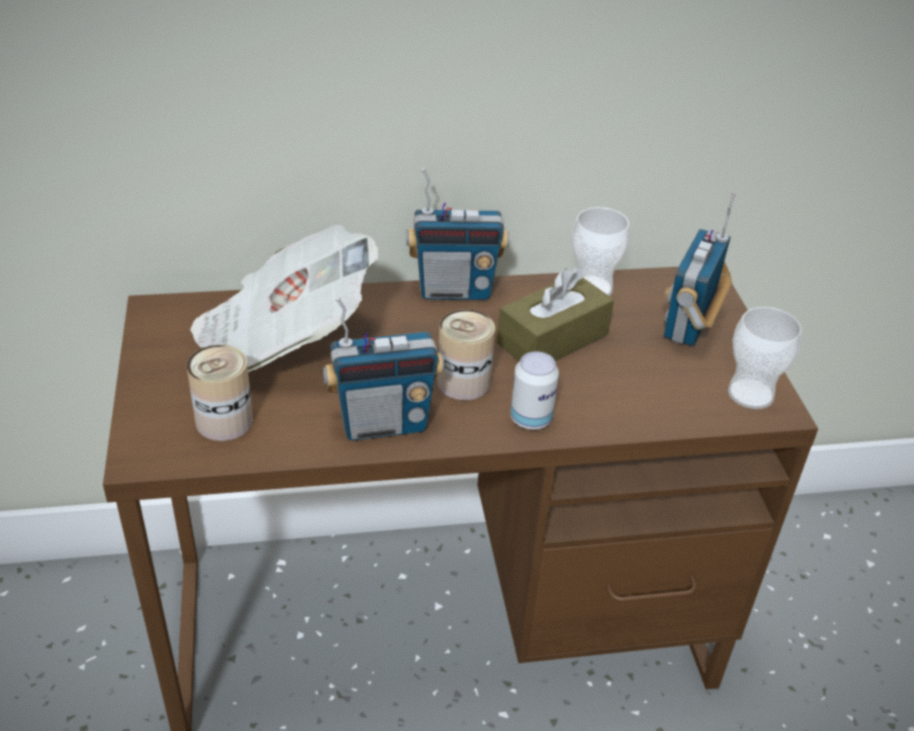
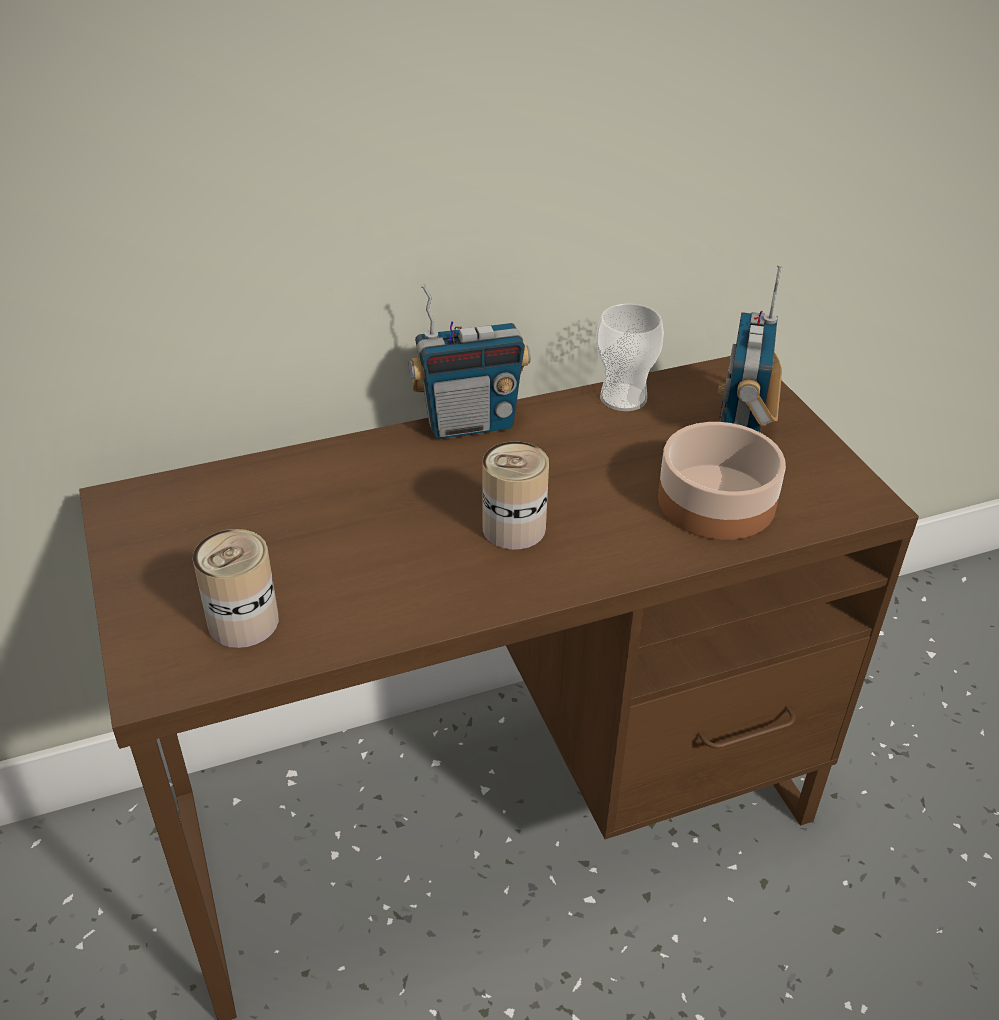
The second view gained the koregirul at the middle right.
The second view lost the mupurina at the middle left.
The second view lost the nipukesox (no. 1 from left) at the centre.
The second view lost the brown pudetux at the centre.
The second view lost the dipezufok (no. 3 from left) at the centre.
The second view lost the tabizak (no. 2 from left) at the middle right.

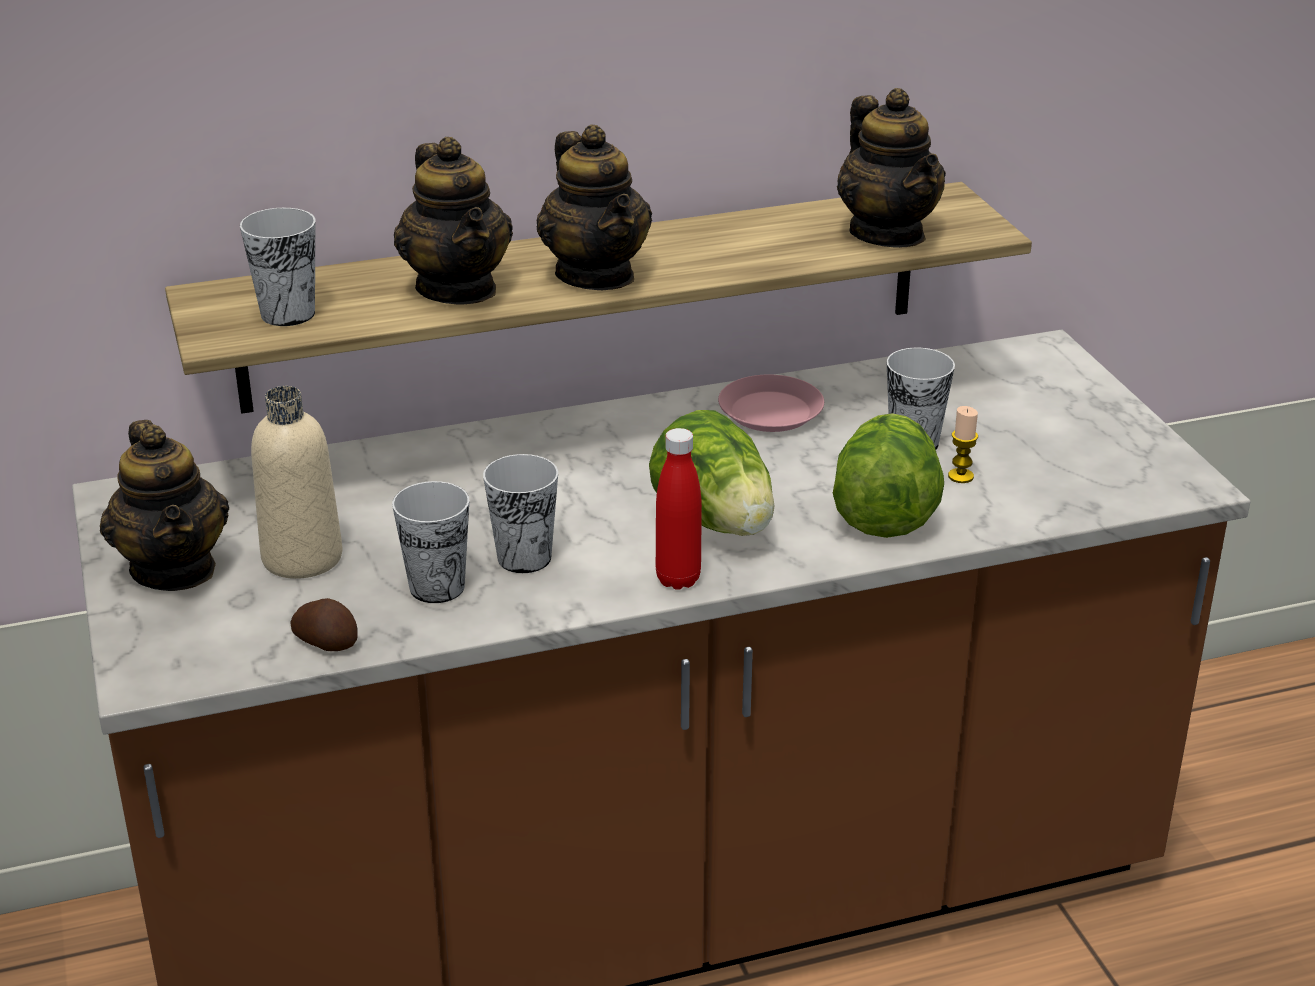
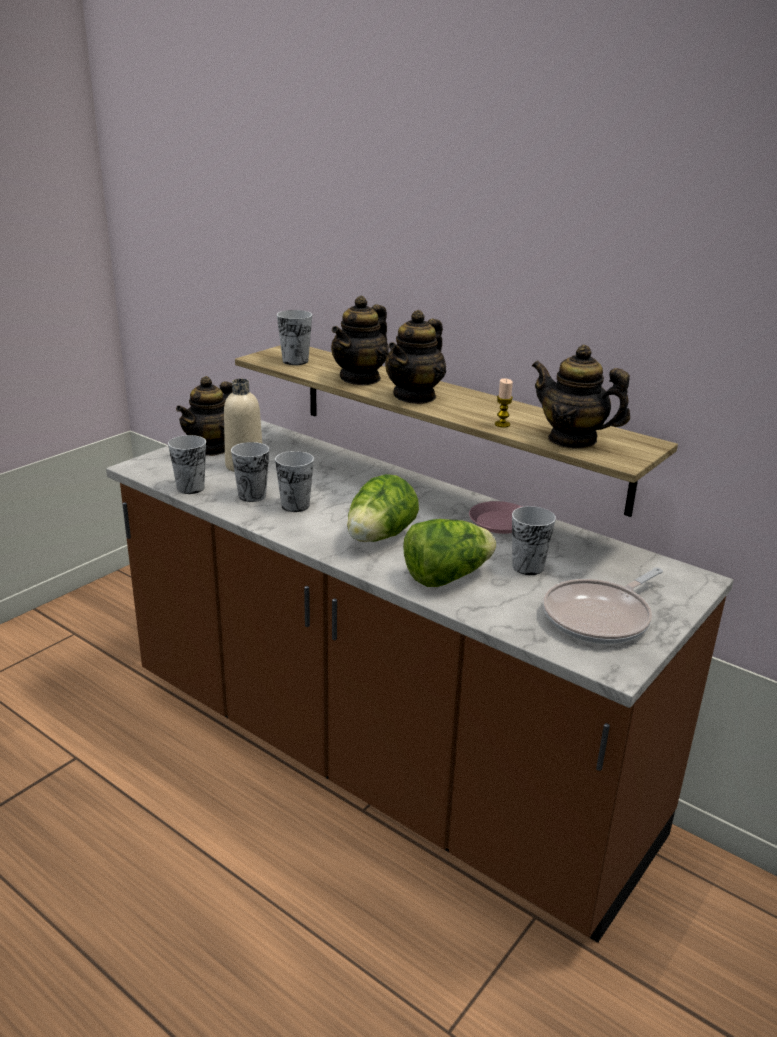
Where the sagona stood at the middle left, the tabizak (no. 1 from left) came to stand at the middle left.
The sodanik ended up elsewhere, having gone from the middle right to the centre.
The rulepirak (no. 4 from left) at the top right ended up facing another way, 90 degrees clockwise from before.
The second view gained the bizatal at the middle right.
The second view lost the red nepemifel at the centre.

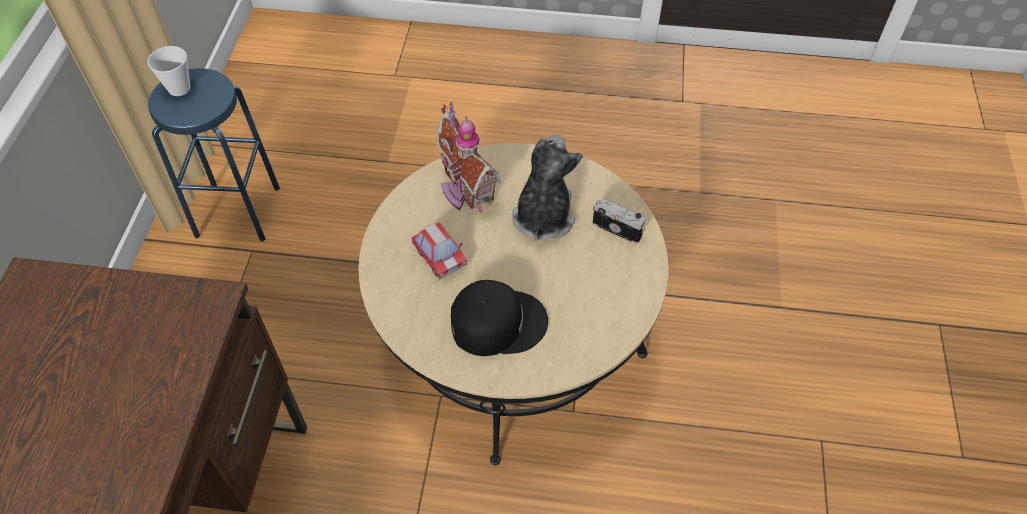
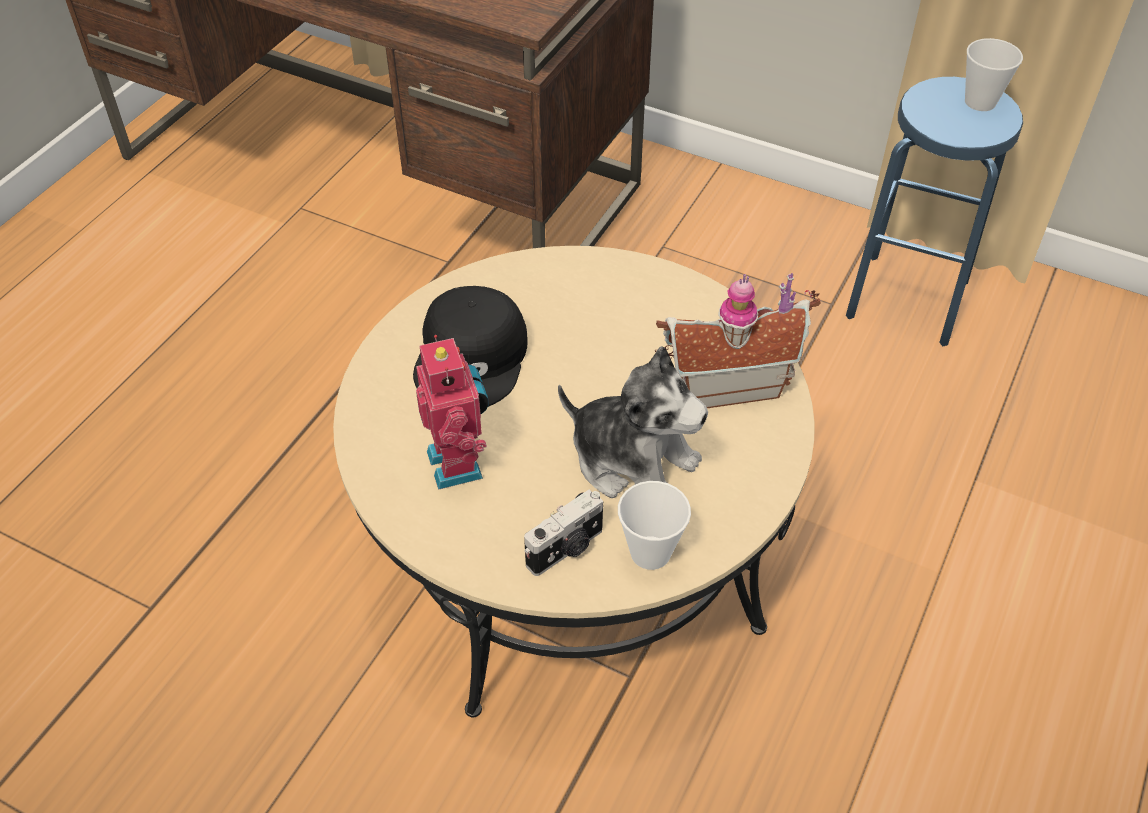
The second view gained the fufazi at the centre.
The second view gained the tabizak (no. 1 from left) at the centre.
The second view lost the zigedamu at the centre.

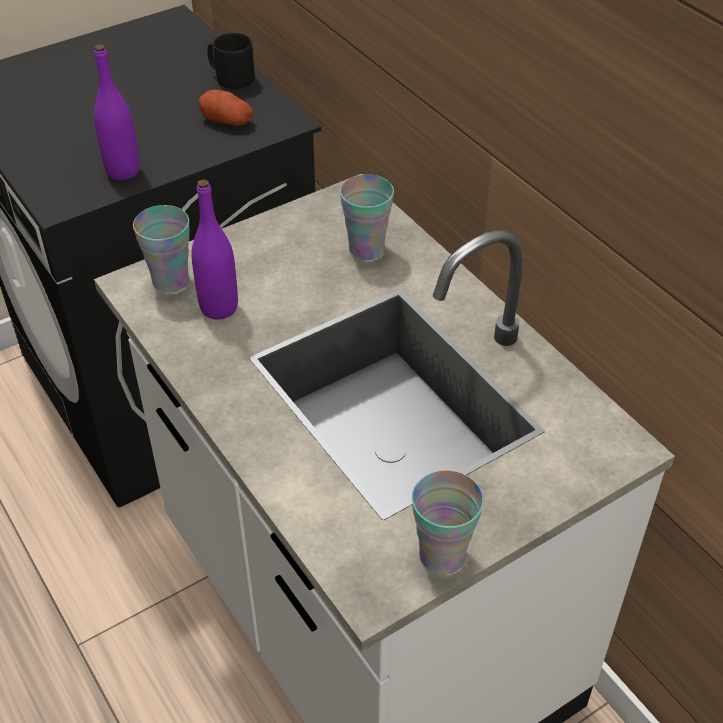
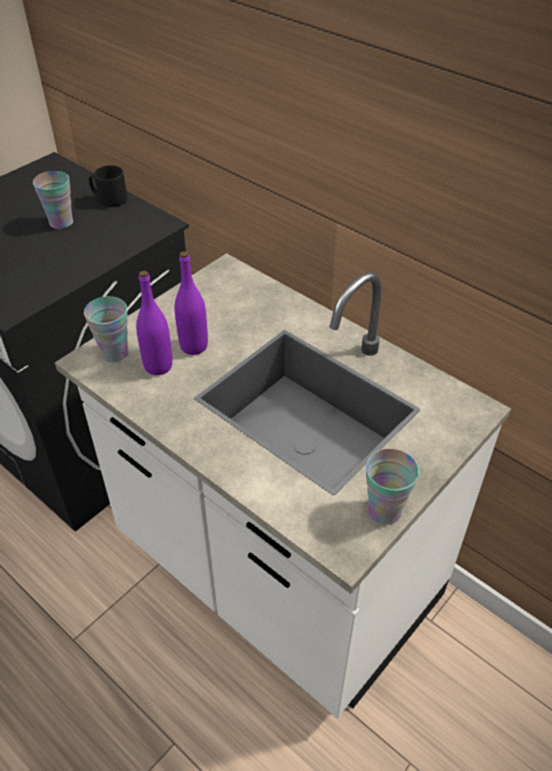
The tabizak (no. 2 from left in the first image) ended up elsewhere, having gone from the top centre to the top left.
The purple nepemifel (no. 1 from left in the first image) ended up elsewhere, having gone from the top left to the centre.
The second view lost the sagona at the top left.

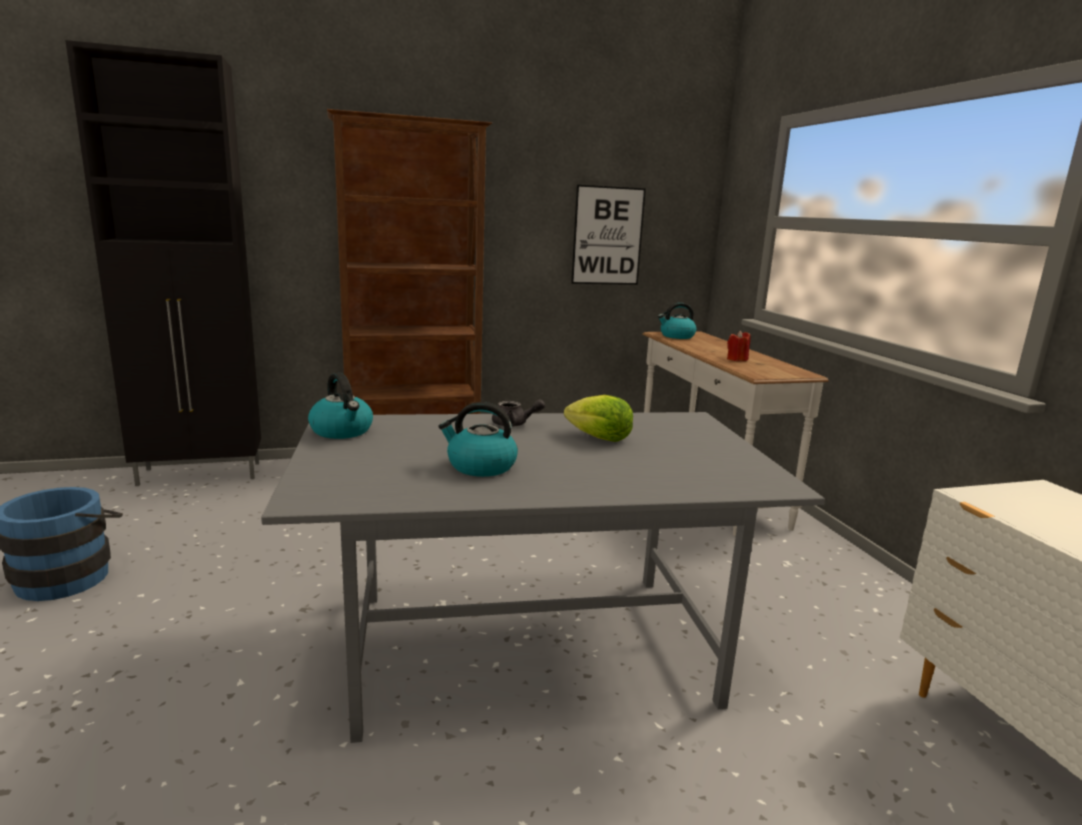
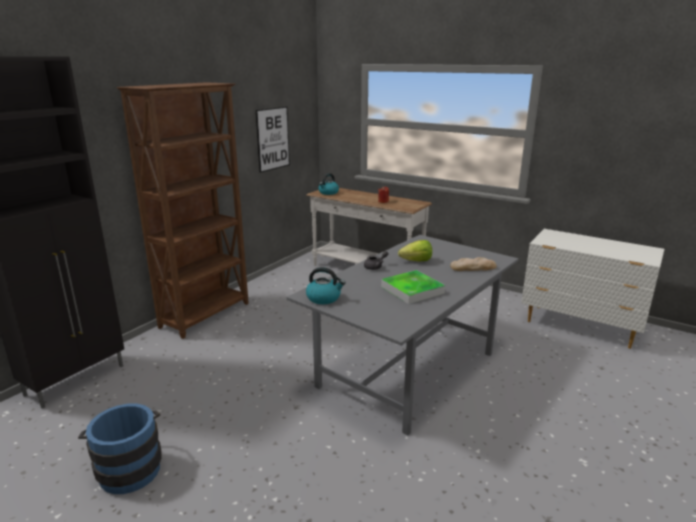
Where the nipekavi (no. 2 from left) stood at the centre, the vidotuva came to stand at the centre.
The second view gained the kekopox at the middle right.

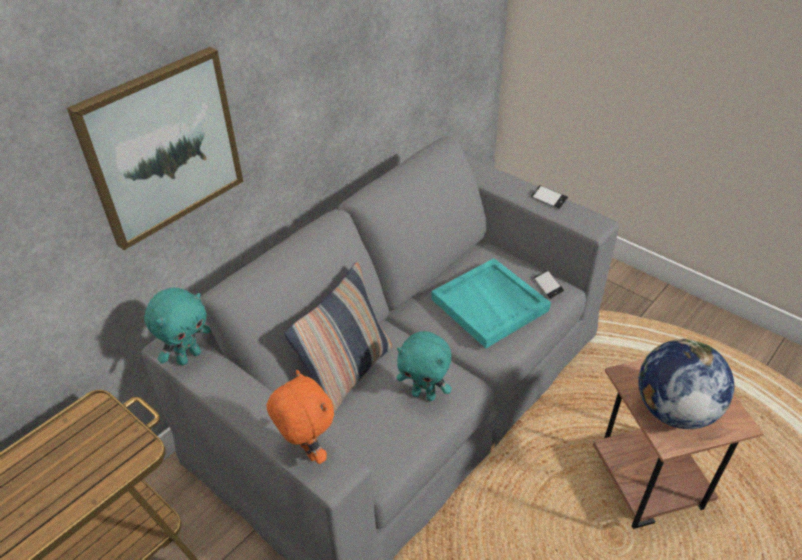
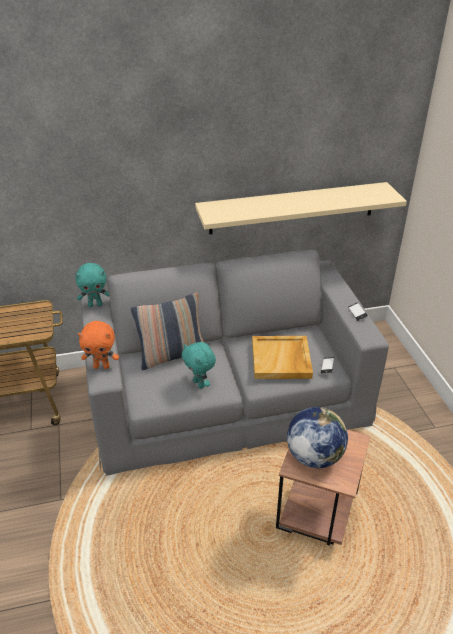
The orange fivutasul at the bottom centre ended up facing another way, 90 degrees clockwise from before.
The second view gained the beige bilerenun at the top centre.
What was the turquoise vidotuva at the centre turned into the beige vidotuva at the centre.
The second view lost the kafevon at the top left.

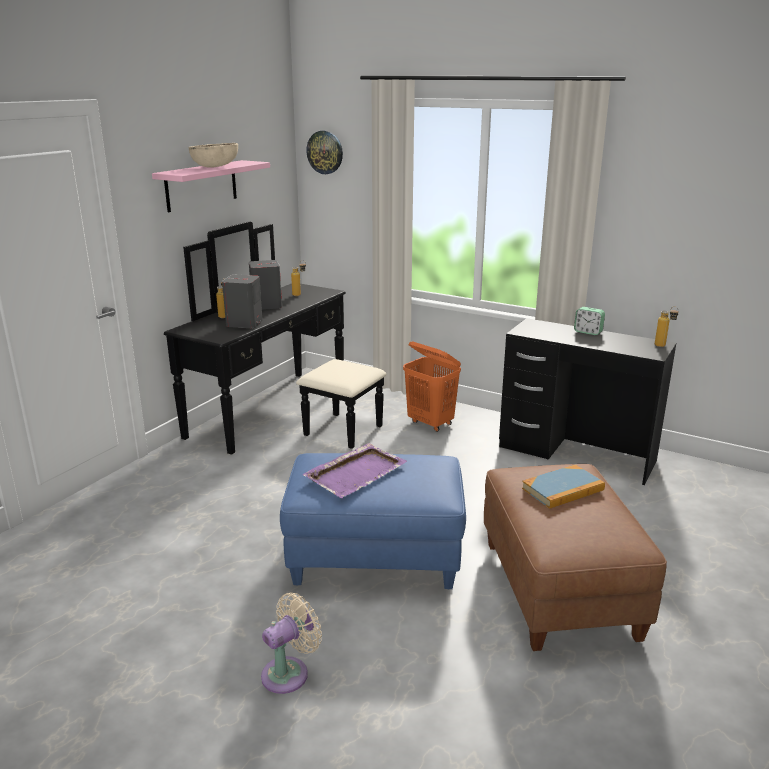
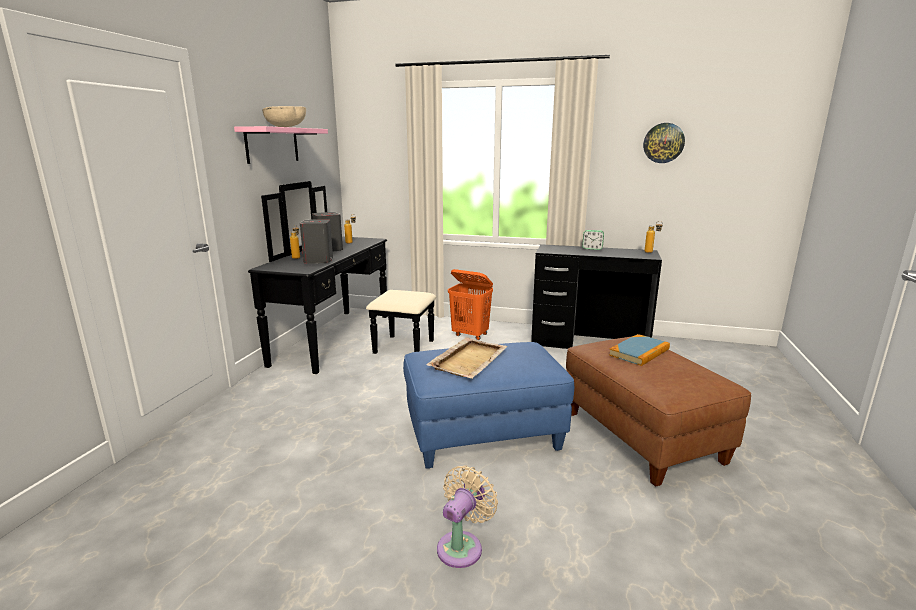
What was the purple vidotuva at the centre turned into the beige vidotuva at the centre.
The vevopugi ended up elsewhere, having gone from the top centre to the top right.

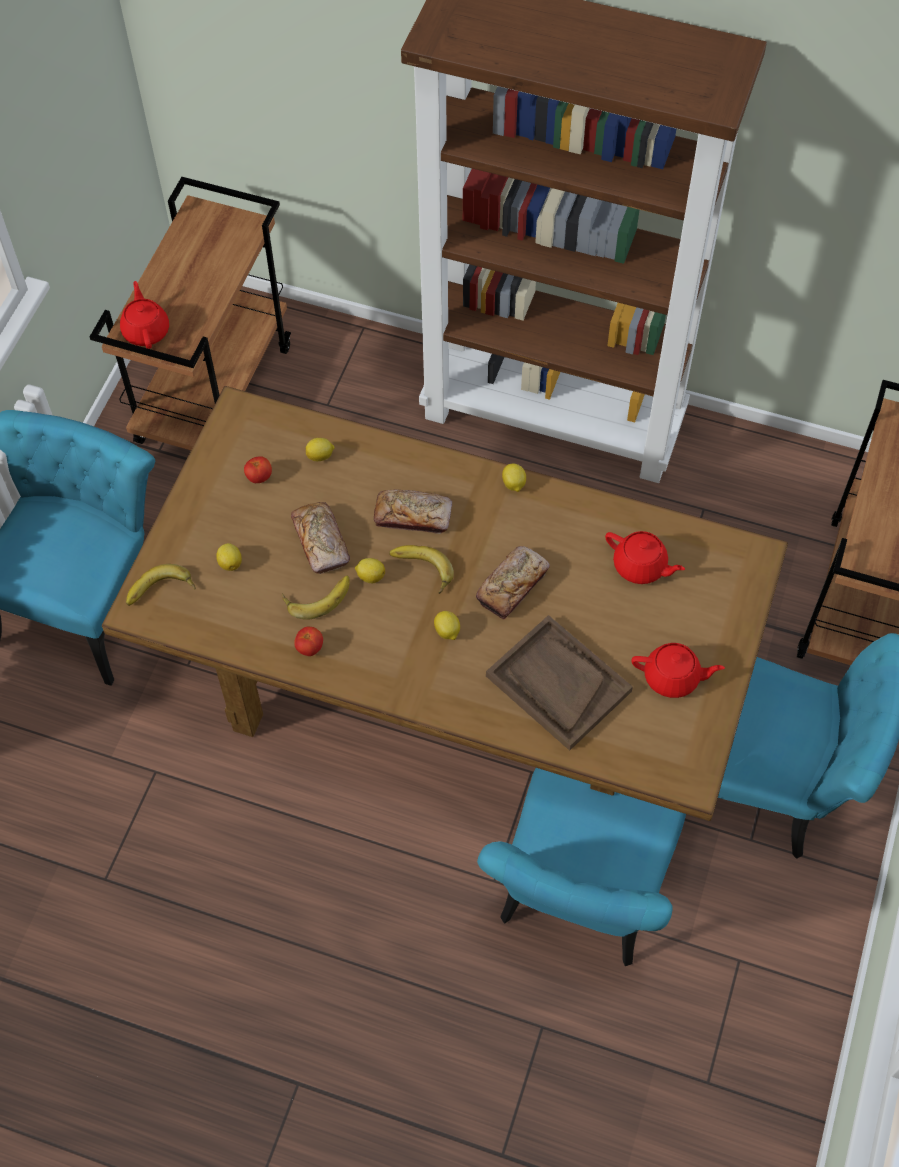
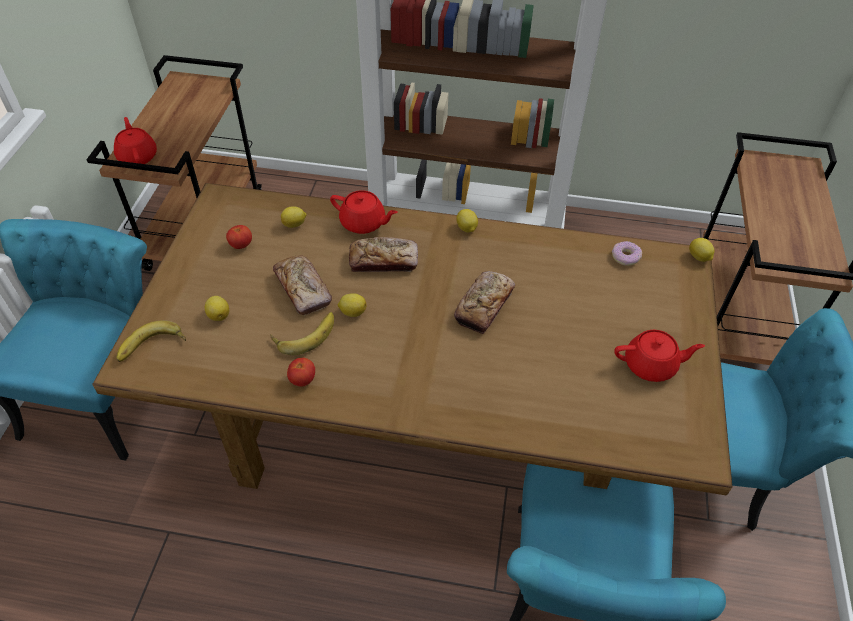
The red rulepirak (no. 2 from left) ended up elsewhere, having gone from the middle right to the centre.
The second view gained the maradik at the middle right.
The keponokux (no. 4 from left in the first image) ended up elsewhere, having gone from the centre to the middle right.
The second view lost the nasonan (no. 3 from left) at the centre.
The second view lost the brown vidotuva at the centre.

